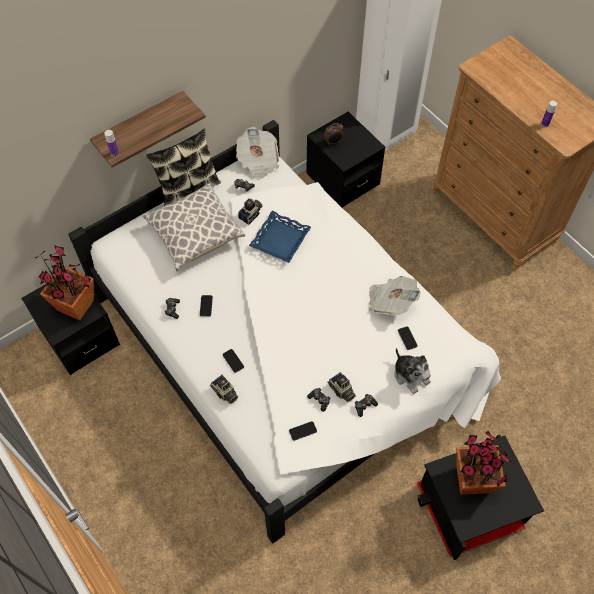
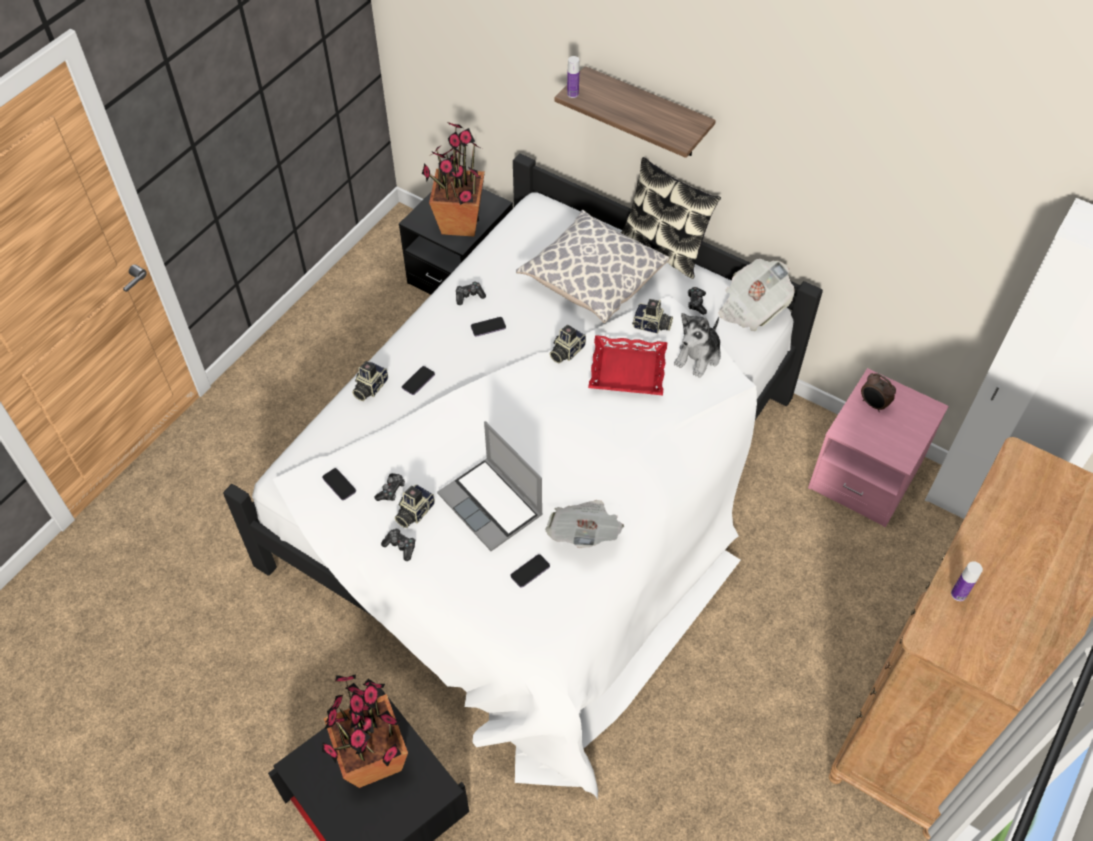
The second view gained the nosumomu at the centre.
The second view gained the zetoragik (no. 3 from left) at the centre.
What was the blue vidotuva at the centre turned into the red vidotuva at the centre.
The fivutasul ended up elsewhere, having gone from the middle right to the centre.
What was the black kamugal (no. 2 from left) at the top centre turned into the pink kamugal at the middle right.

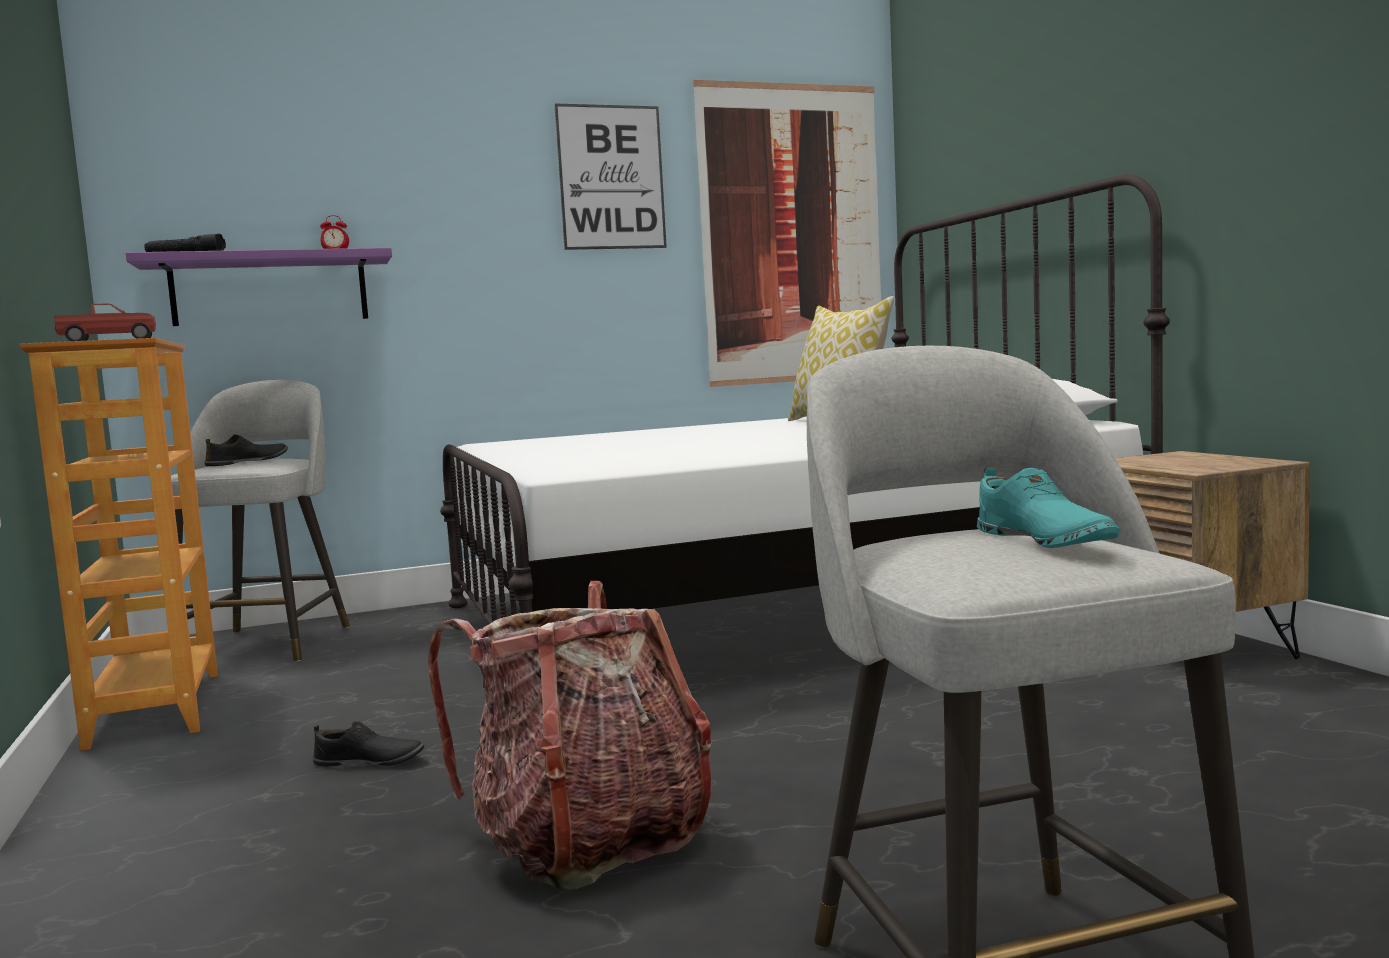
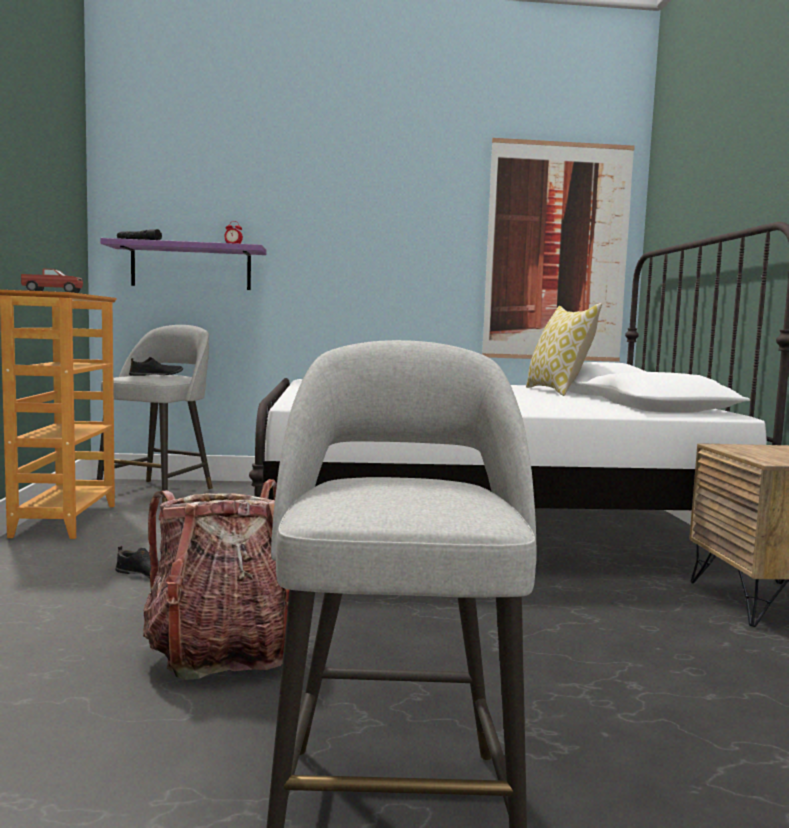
The second view lost the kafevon (no. 1 from left) at the top centre.
The second view lost the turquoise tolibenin at the middle right.

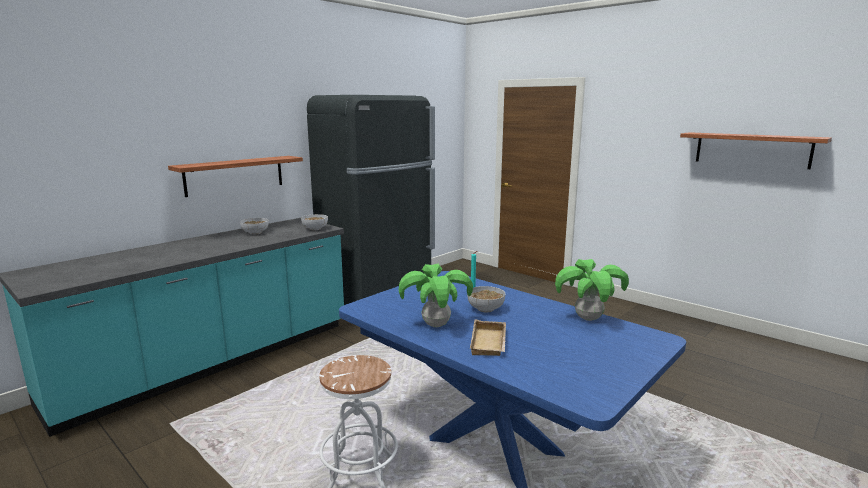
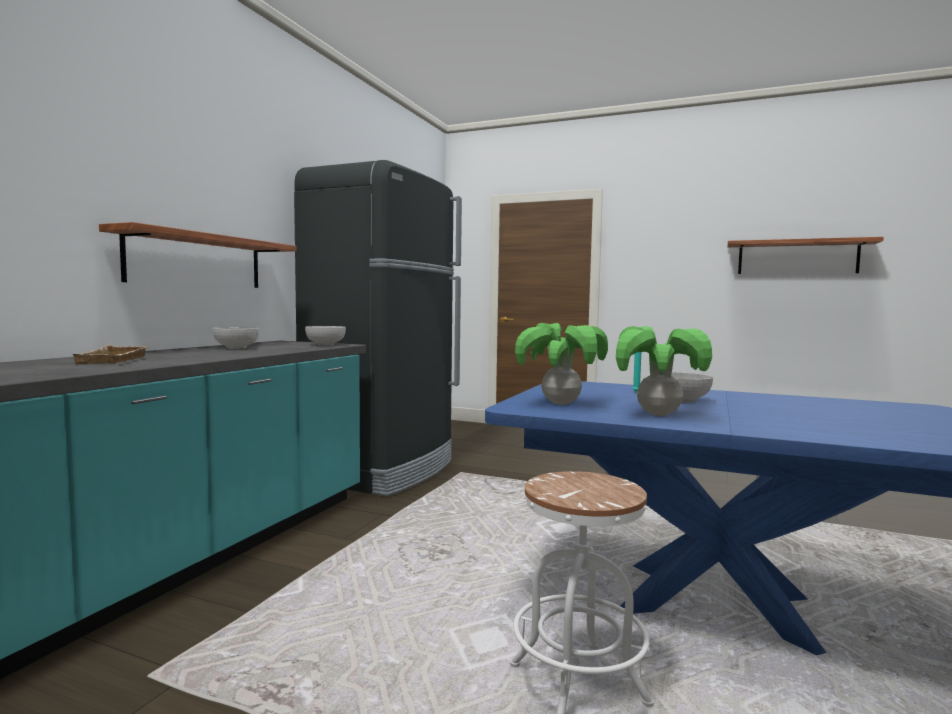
The beige vidotuva ended up elsewhere, having gone from the bottom centre to the middle left.
The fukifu (no. 2 from left in the first image) ended up elsewhere, having gone from the middle right to the centre.

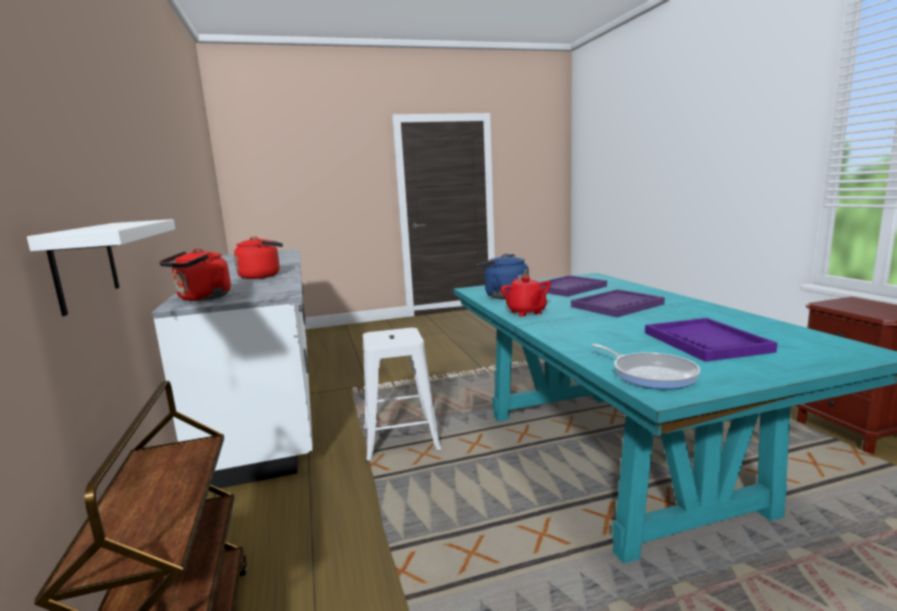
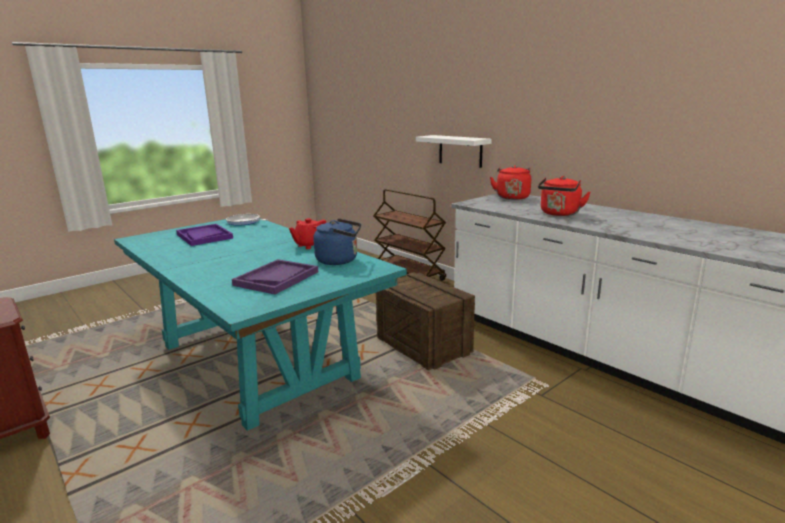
The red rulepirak at the centre ended up facing another way, 90 degrees counterclockwise from before.
Where the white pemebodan stood at the centre, the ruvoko came to stand at the centre.
The second view lost the purple vidotuva (no. 2 from left) at the middle right.

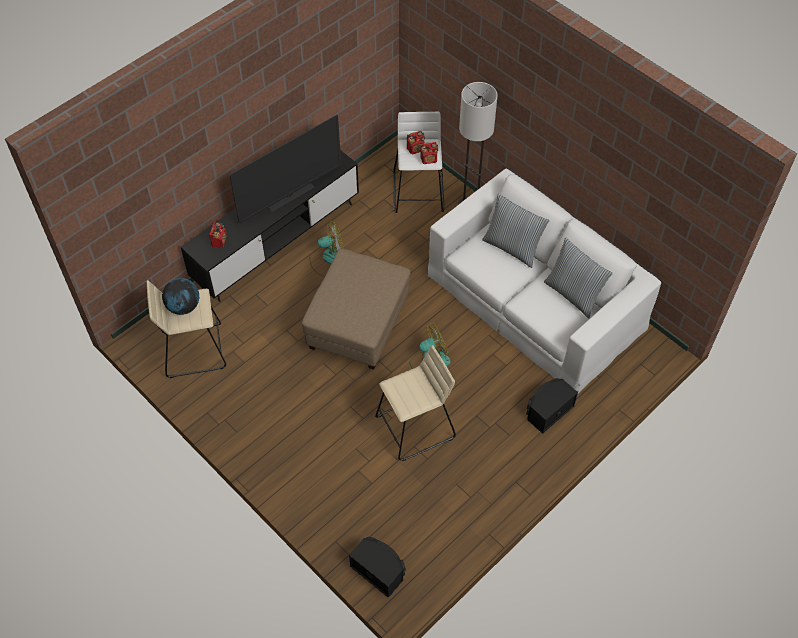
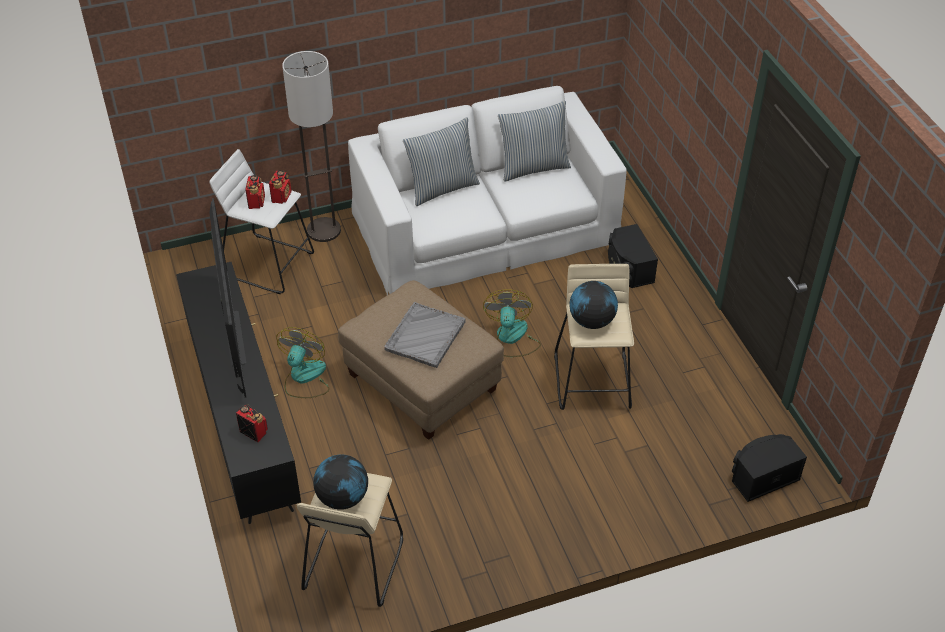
The second view gained the grey vidotuva at the centre.
The second view gained the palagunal (no. 2 from left) at the centre.

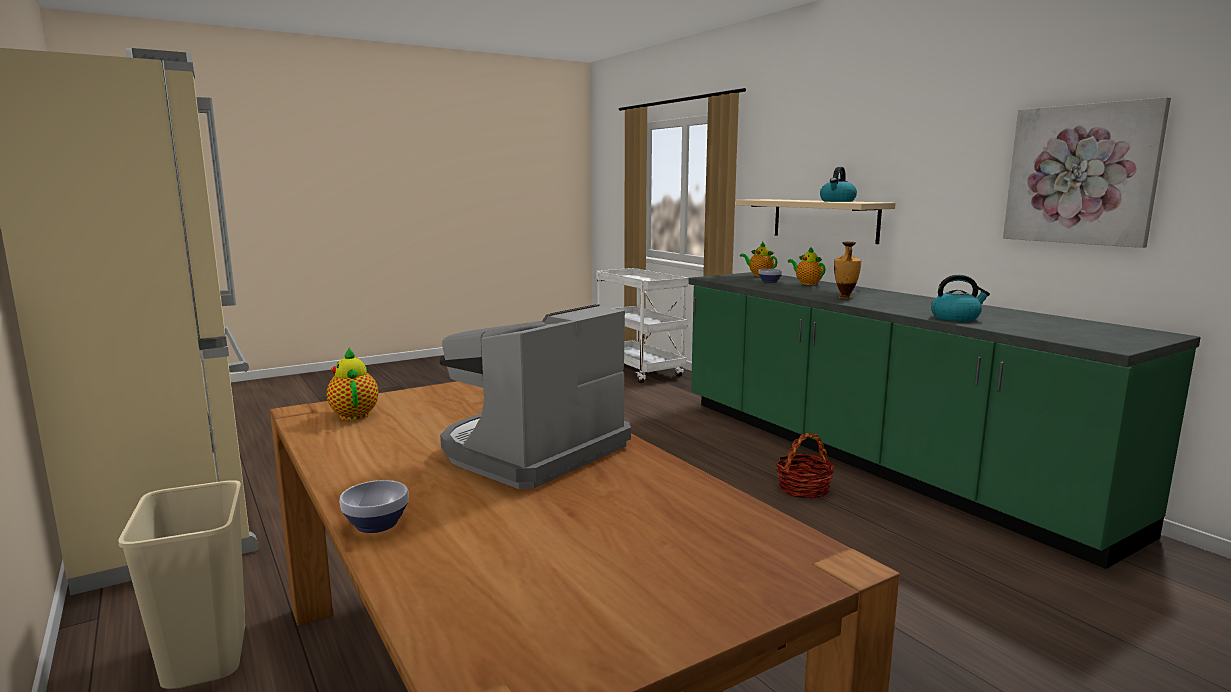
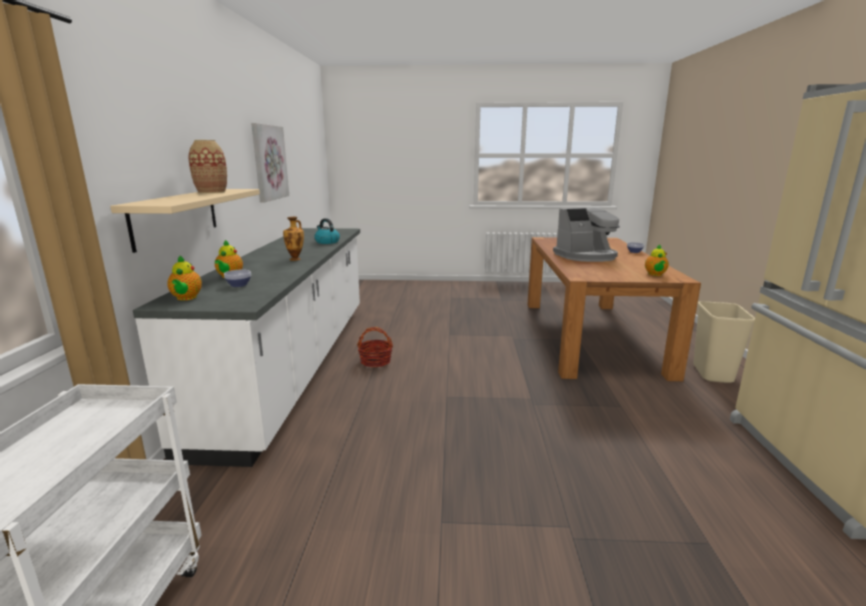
What was the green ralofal at the middle right turned into the white ralofal at the middle left.
Where the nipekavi (no. 1 from left) stood at the top right, the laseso (no. 1 from left) came to stand at the top left.

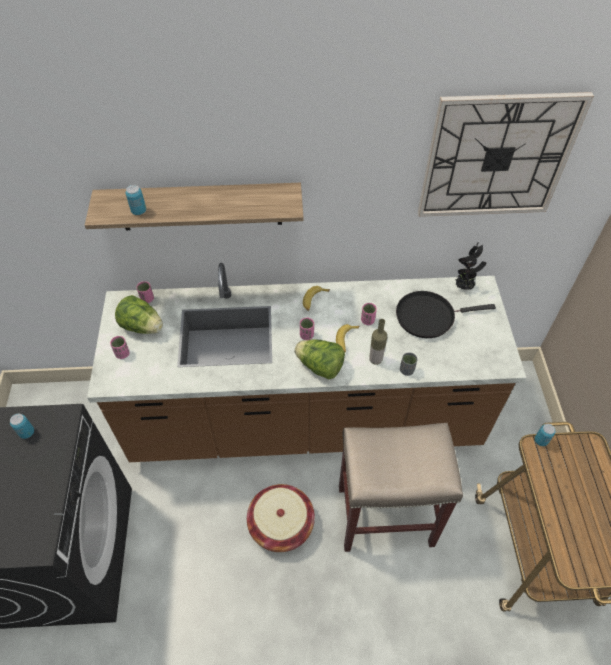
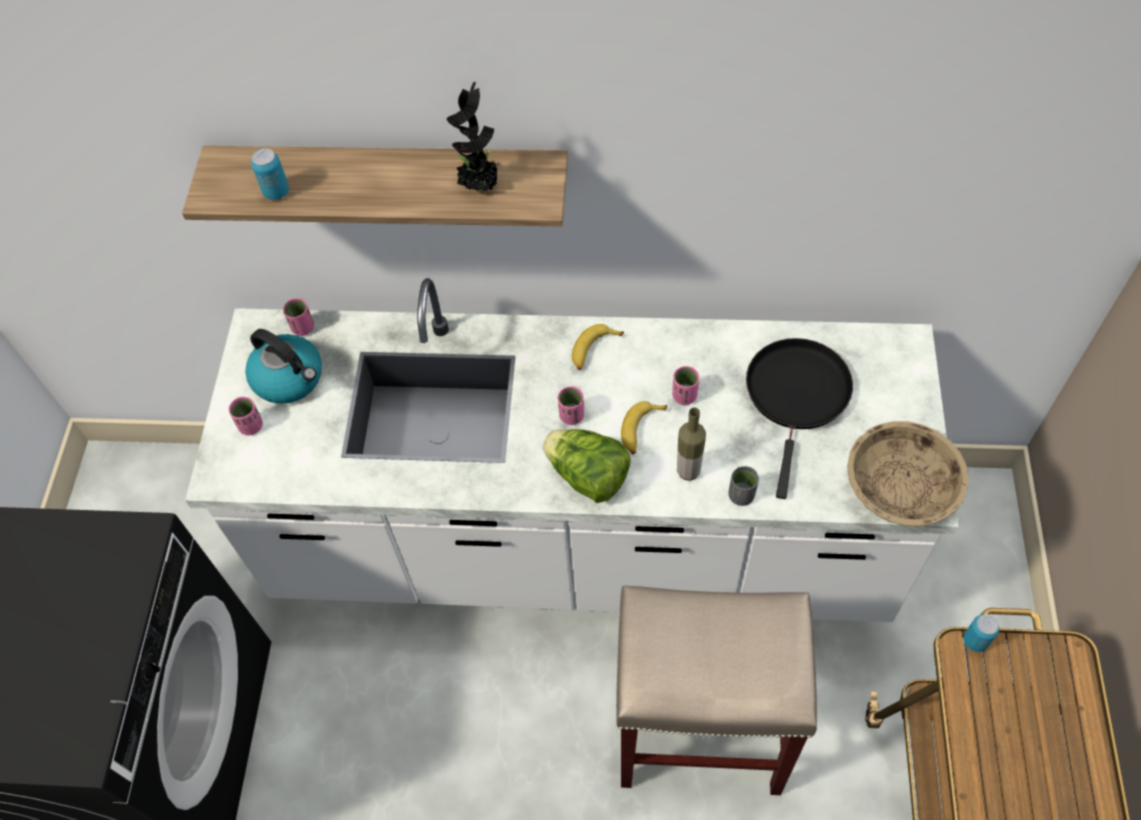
What was the brown ralofal at the centre turned into the white ralofal at the centre.
Where the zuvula (no. 1 from left) stood at the middle left, the nipekavi came to stand at the middle left.
The fukifu ended up elsewhere, having gone from the middle right to the top centre.
The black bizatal at the middle right ended up facing another way, 105 degrees clockwise from before.
The second view gained the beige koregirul at the middle right.
The second view lost the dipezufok (no. 1 from left) at the middle left.
The second view lost the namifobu at the bottom centre.
The second view lost the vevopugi at the top right.

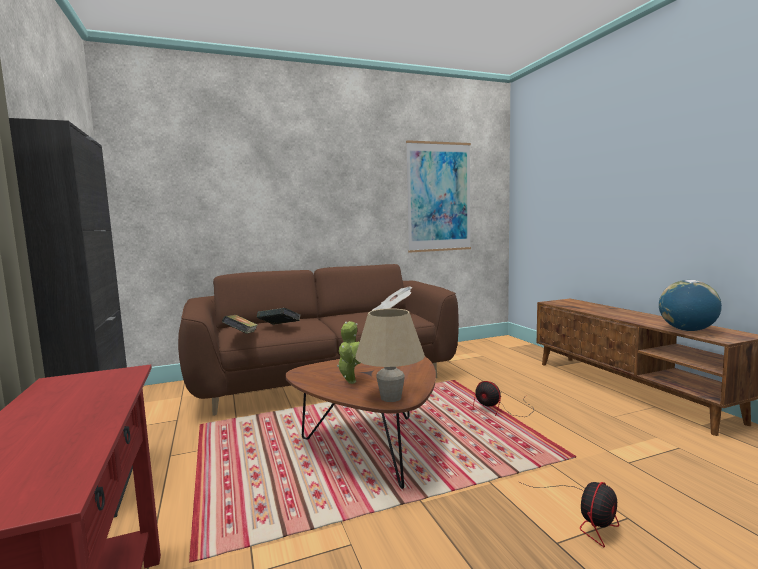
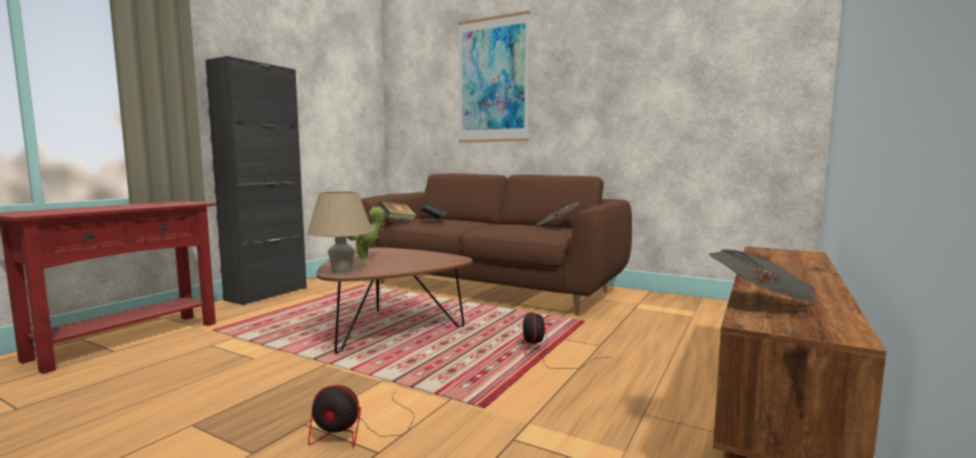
The kafevon ended up elsewhere, having gone from the centre to the top centre.
Where the palagunal stood at the middle right, the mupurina (no. 2 from left) came to stand at the middle right.

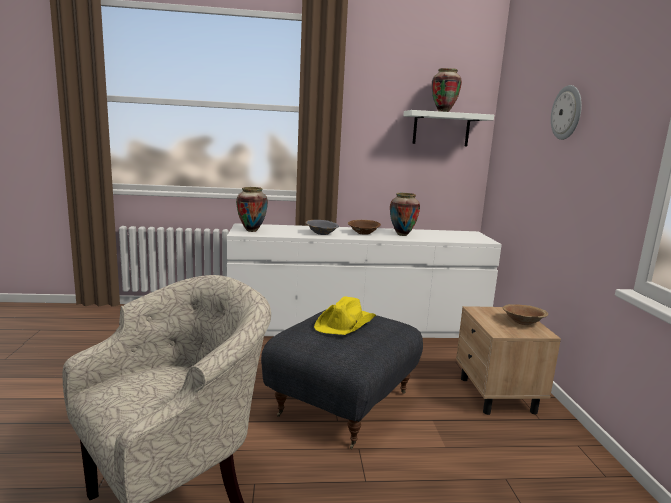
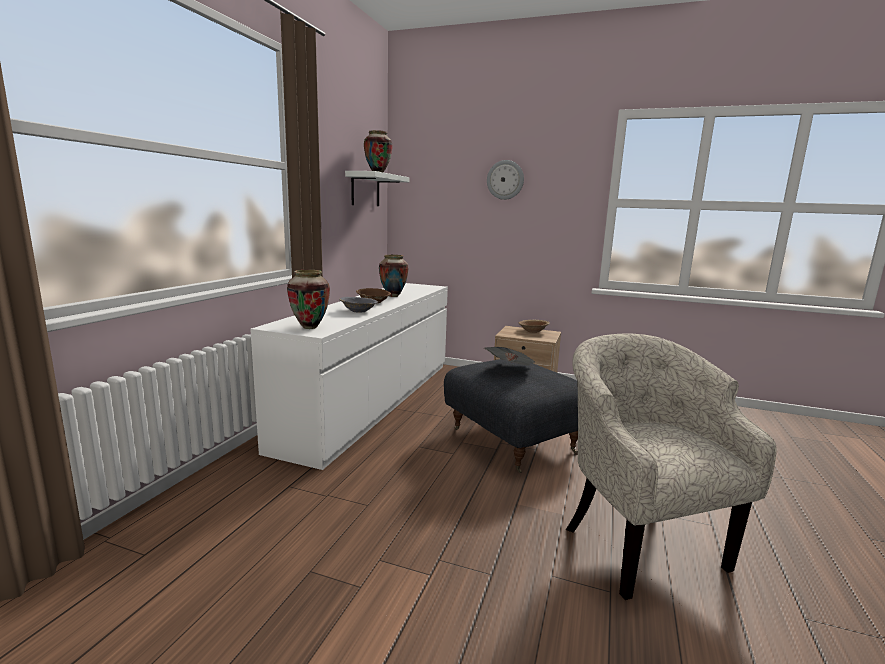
Where the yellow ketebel stood at the centre, the mupurina came to stand at the centre.

